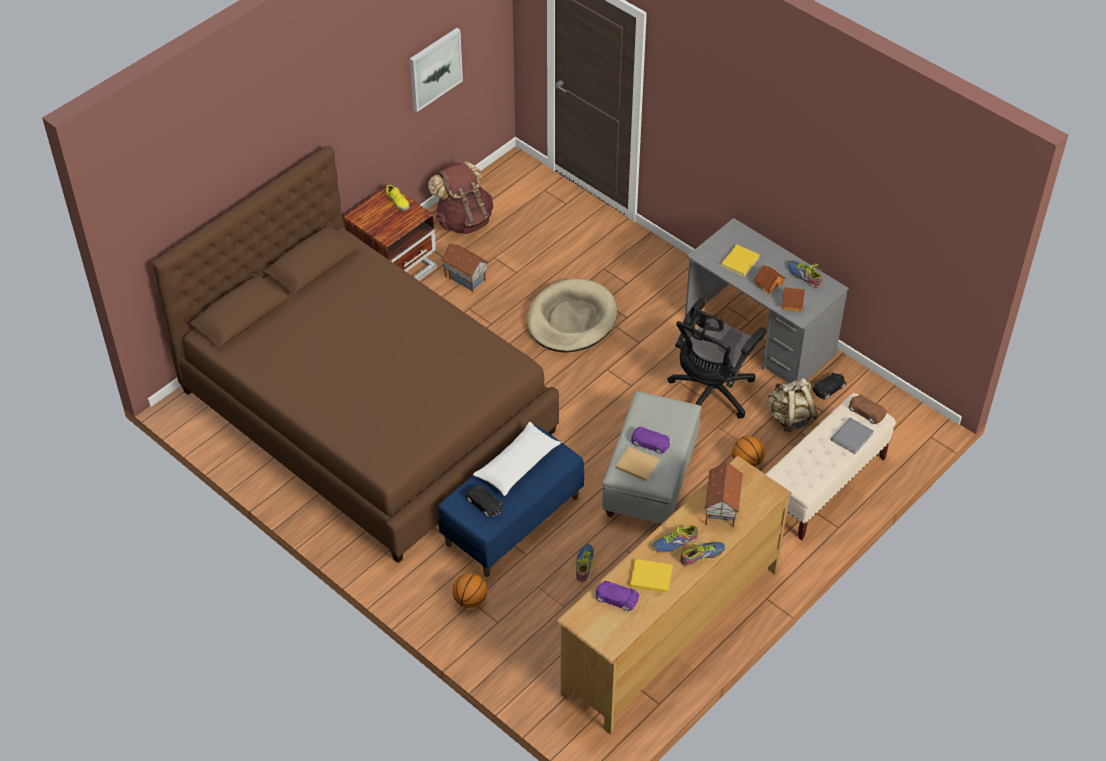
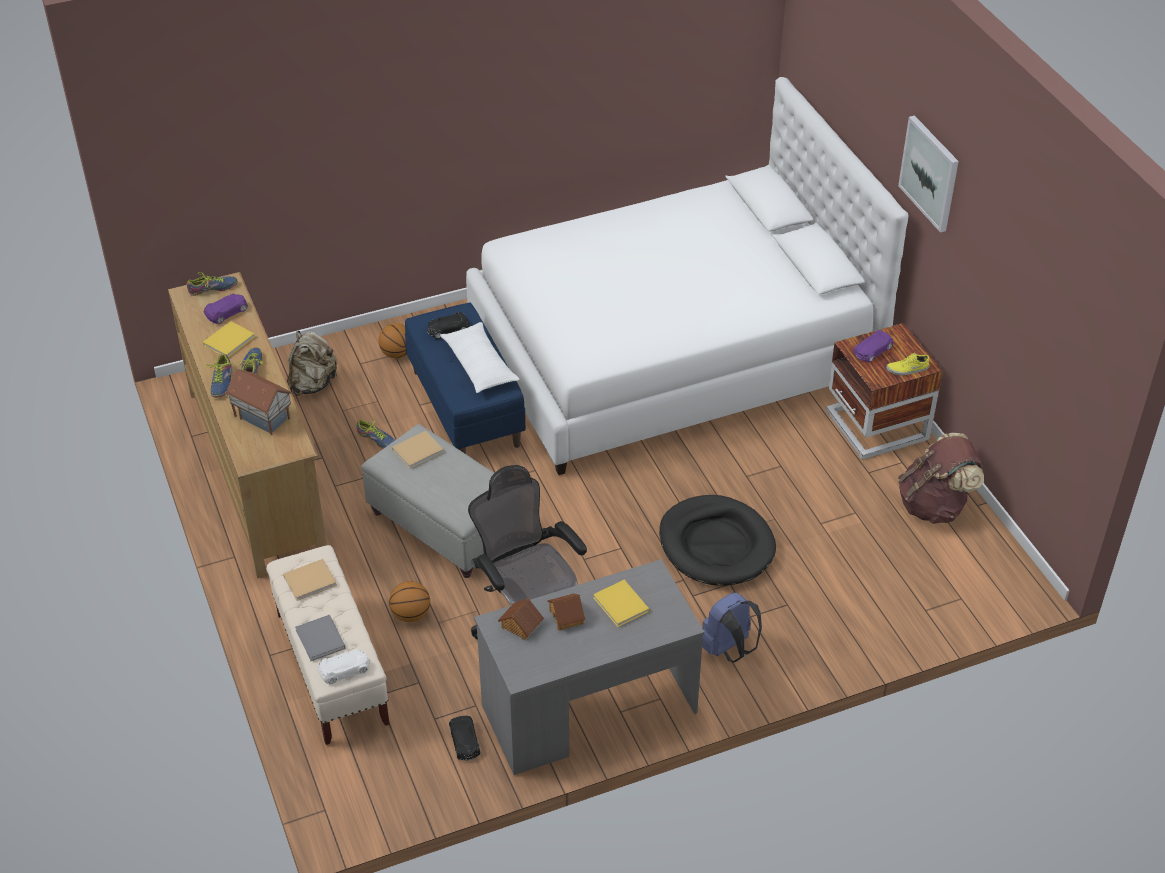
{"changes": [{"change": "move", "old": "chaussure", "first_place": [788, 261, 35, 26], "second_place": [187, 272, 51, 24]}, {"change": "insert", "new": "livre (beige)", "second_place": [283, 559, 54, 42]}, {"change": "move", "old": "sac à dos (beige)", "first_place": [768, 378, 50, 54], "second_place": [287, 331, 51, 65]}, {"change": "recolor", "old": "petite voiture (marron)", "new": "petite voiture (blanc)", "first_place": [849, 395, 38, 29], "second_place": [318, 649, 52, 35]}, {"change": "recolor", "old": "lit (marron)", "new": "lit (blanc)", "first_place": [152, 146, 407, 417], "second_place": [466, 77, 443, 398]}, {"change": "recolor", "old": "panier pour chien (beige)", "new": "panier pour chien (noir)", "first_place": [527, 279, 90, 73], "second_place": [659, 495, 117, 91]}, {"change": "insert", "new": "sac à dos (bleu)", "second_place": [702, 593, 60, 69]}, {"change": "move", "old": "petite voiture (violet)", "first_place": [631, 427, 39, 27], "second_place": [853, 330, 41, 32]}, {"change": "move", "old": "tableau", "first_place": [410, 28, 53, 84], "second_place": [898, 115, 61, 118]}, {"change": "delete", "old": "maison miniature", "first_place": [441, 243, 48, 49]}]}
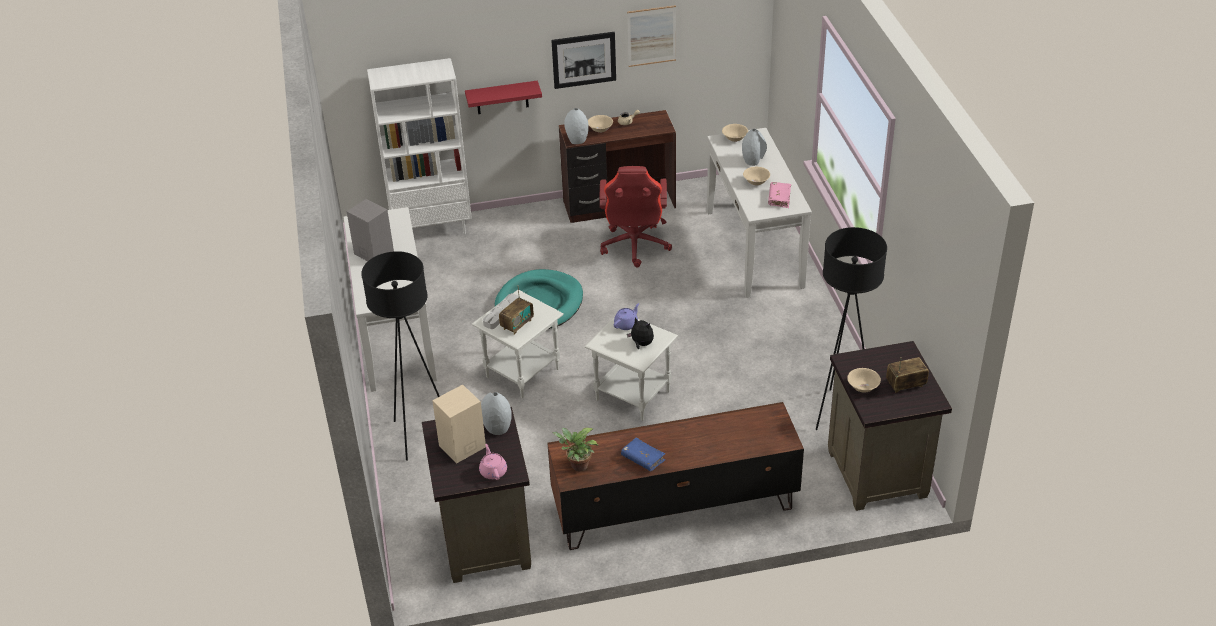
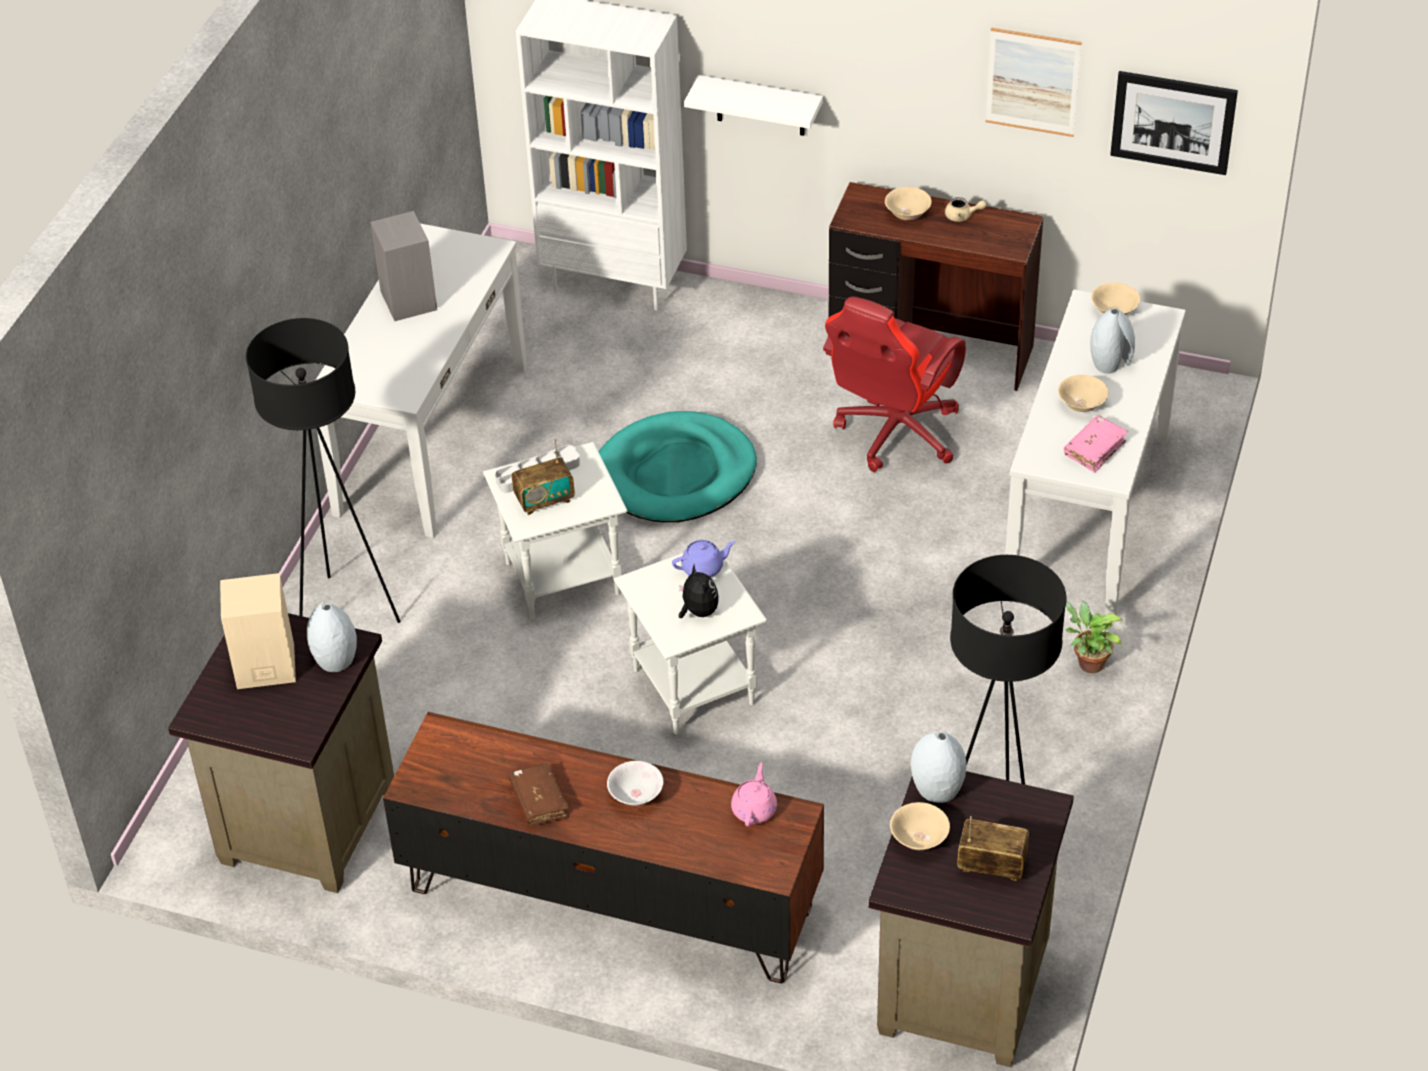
{"changes": [{"change": "recolor", "old": "livre (bleu)", "new": "livre (marron)", "first_place": [621, 438, 44, 33], "second_place": [509, 762, 60, 64]}, {"change": "insert", "new": "bol (blanc)", "second_place": [607, 761, 56, 45]}, {"change": "recolor", "old": "étagère (rouge)", "new": "étagère (blanc)", "first_place": [465, 81, 77, 33], "second_place": [684, 75, 139, 61]}, {"change": "move", "old": "théière (rose)", "first_place": [479, 444, 28, 36], "second_place": [731, 763, 46, 64]}, {"change": "move", "old": "vase (gris)", "first_place": [564, 108, 25, 36], "second_place": [911, 732, 56, 71]}, {"change": "move", "old": "plante en pot", "first_place": [552, 428, 46, 43], "second_place": [1065, 601, 58, 72]}, {"change": "move", "old": "tableau", "first_place": [551, 32, 65, 57], "second_place": [1110, 71, 128, 104]}]}
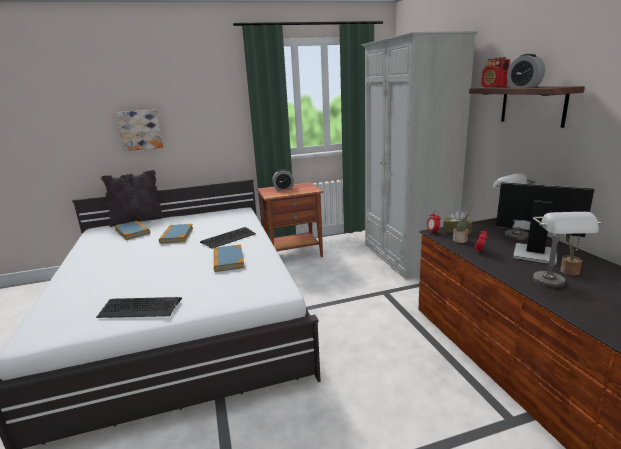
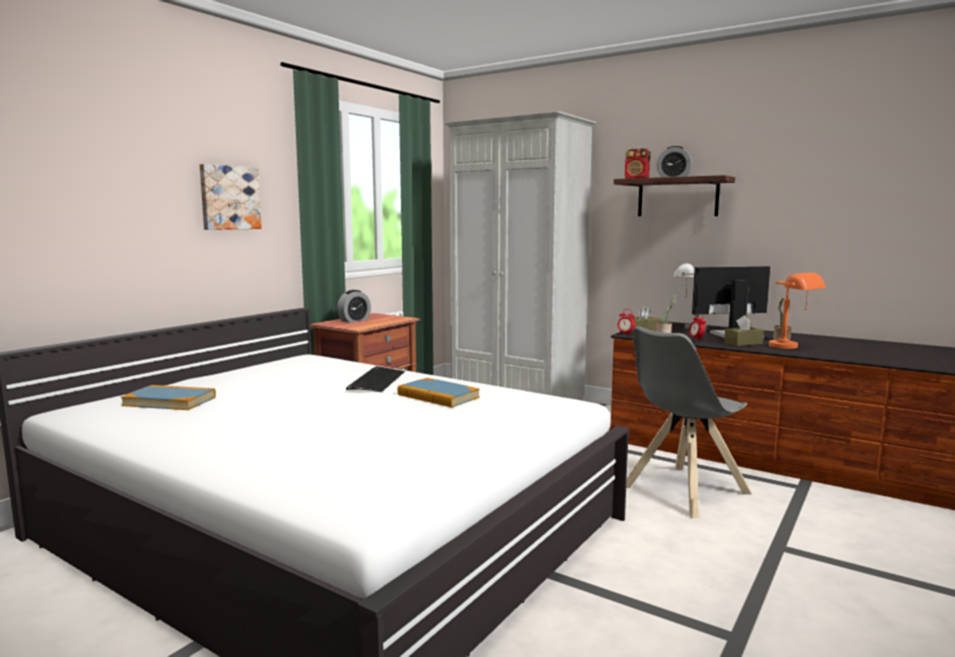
{"changes": [{"change": "move", "old": "tableau", "first_place": [116, 110, 47, 41], "second_place": [200, 164, 62, 66]}, {"change": "insert", "new": "chaise (gris)", "second_place": [626, 326, 126, 192]}, {"change": "insert", "new": "boîte à mouchoirs (marron)", "second_place": [724, 315, 40, 31]}, {"change": "recolor", "old": "lampe de table (gris)", "new": "lampe de table (orange)", "first_place": [533, 212, 68, 76], "second_place": [769, 272, 56, 77]}, {"change": "delete", "old": "clavier", "first_place": [96, 297, 86, 21]}, {"change": "delete", "old": "coussin (noir)", "first_place": [101, 170, 63, 57]}, {"change": "delete", "old": "livre", "first_place": [159, 224, 34, 20]}]}
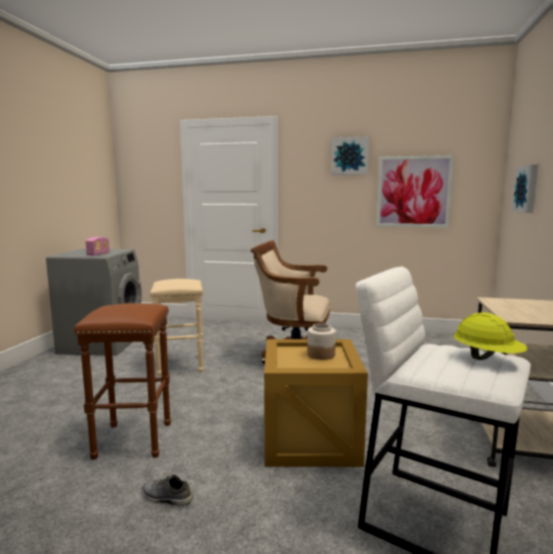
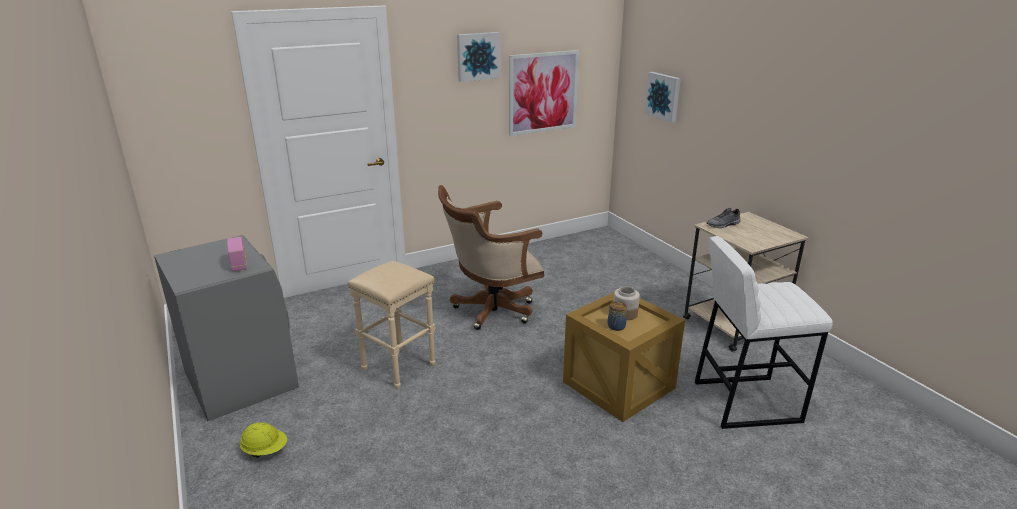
{"changes": [{"change": "move", "old": "casque de chantier (jaune)", "first_place": [454, 312, 74, 48], "second_place": [240, 422, 47, 36]}, {"change": "insert", "new": "bocal", "second_place": [608, 301, 19, 30]}, {"change": "move", "old": "chaussure (gris)", "first_place": [142, 474, 51, 32], "second_place": [707, 208, 34, 20]}, {"change": "delete", "old": "tabouret (marron)", "first_place": [74, 303, 97, 157]}]}
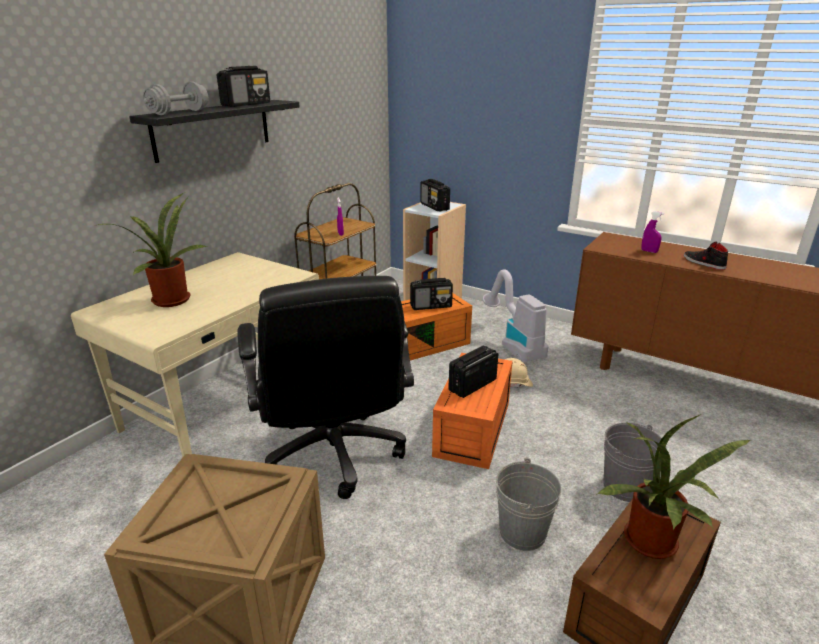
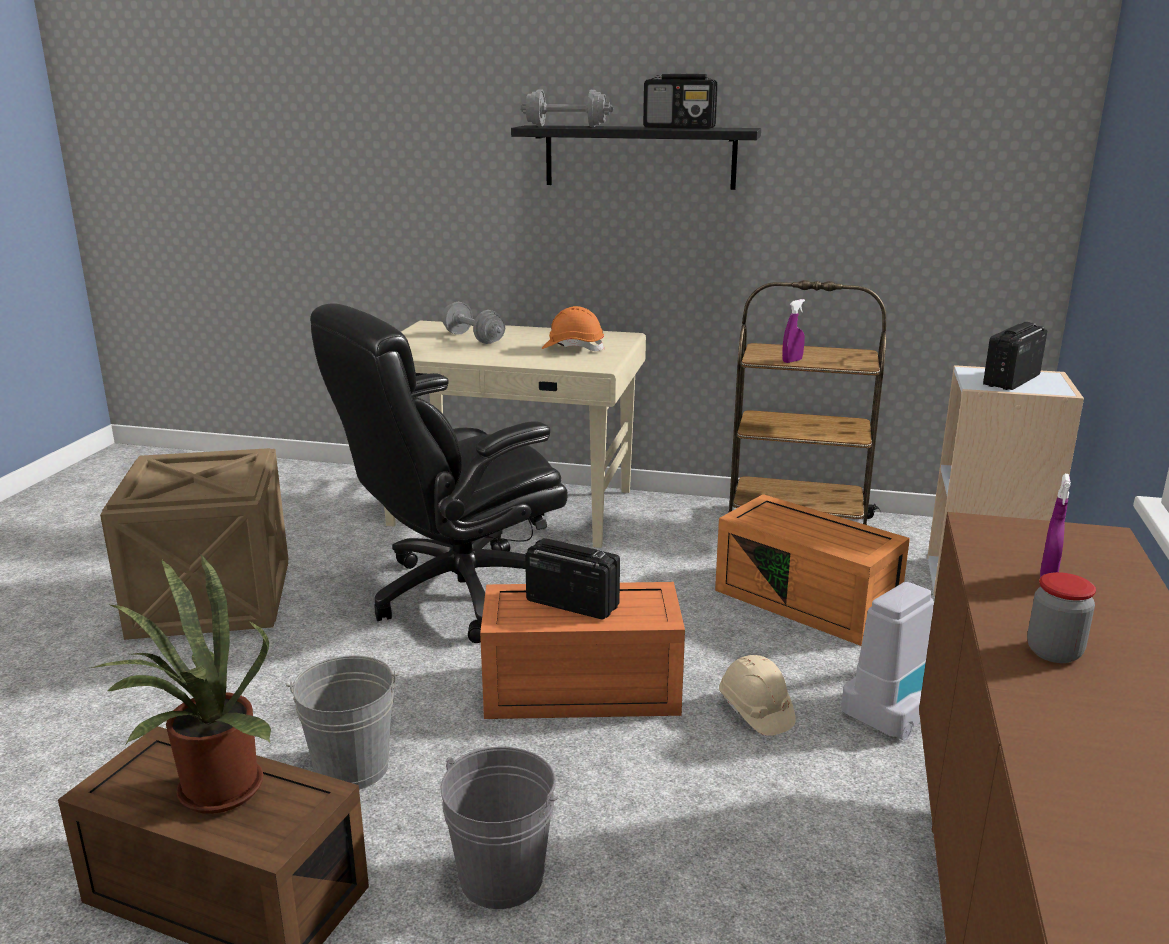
{"changes": [{"change": "replace", "old": "plante en pot", "new": "haltère (gris)", "first_place": [98, 192, 109, 115], "second_place": [442, 302, 63, 42]}, {"change": "insert", "new": "casque de chantier (orange)", "second_place": [542, 306, 63, 45]}, {"change": "replace", "old": "chaussure (noir)", "new": "bocal", "first_place": [684, 241, 44, 29], "second_place": [1027, 572, 69, 91]}, {"change": "delete", "old": "radio", "first_place": [410, 278, 43, 32]}]}
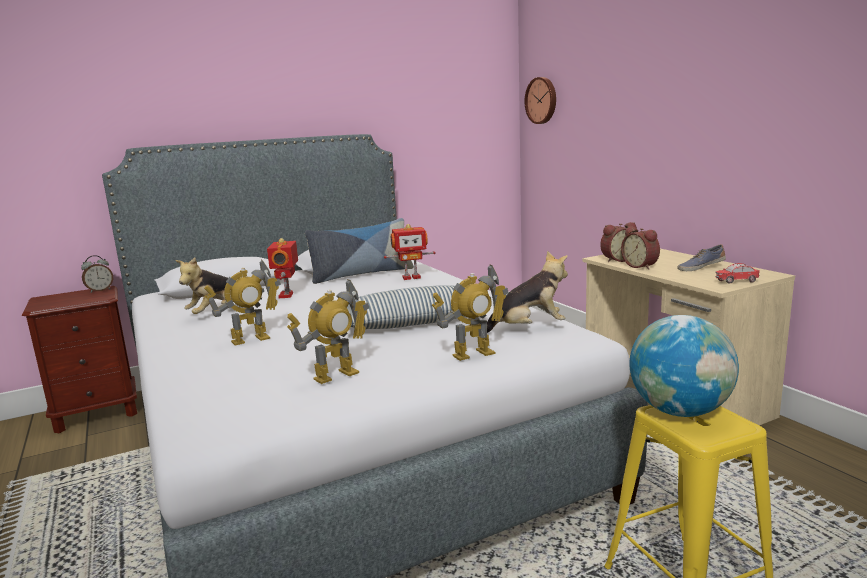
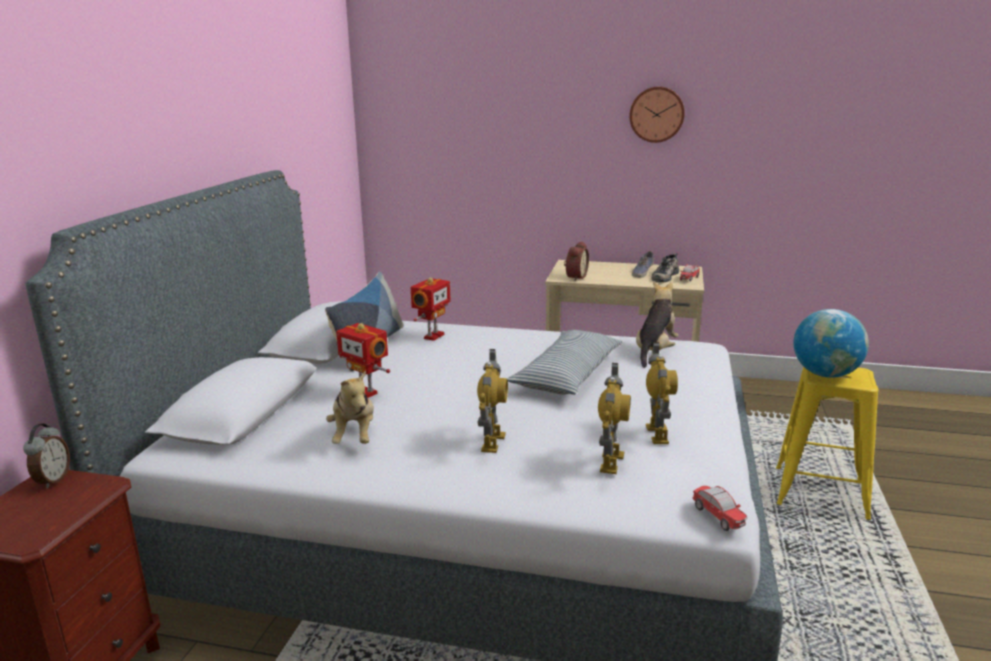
{"changes": [{"change": "move", "old": "robot jouet", "first_place": [432, 264, 77, 97], "second_place": [598, 363, 33, 111]}, {"change": "move", "old": "horloge murale", "first_place": [524, 77, 32, 47], "second_place": [629, 86, 56, 57]}, {"change": "insert", "new": "chaussure", "second_place": [652, 253, 27, 29]}, {"change": "insert", "new": "petite voiture", "second_place": [692, 486, 56, 45]}, {"change": "delete", "old": "réveil", "first_place": [621, 226, 39, 44]}]}
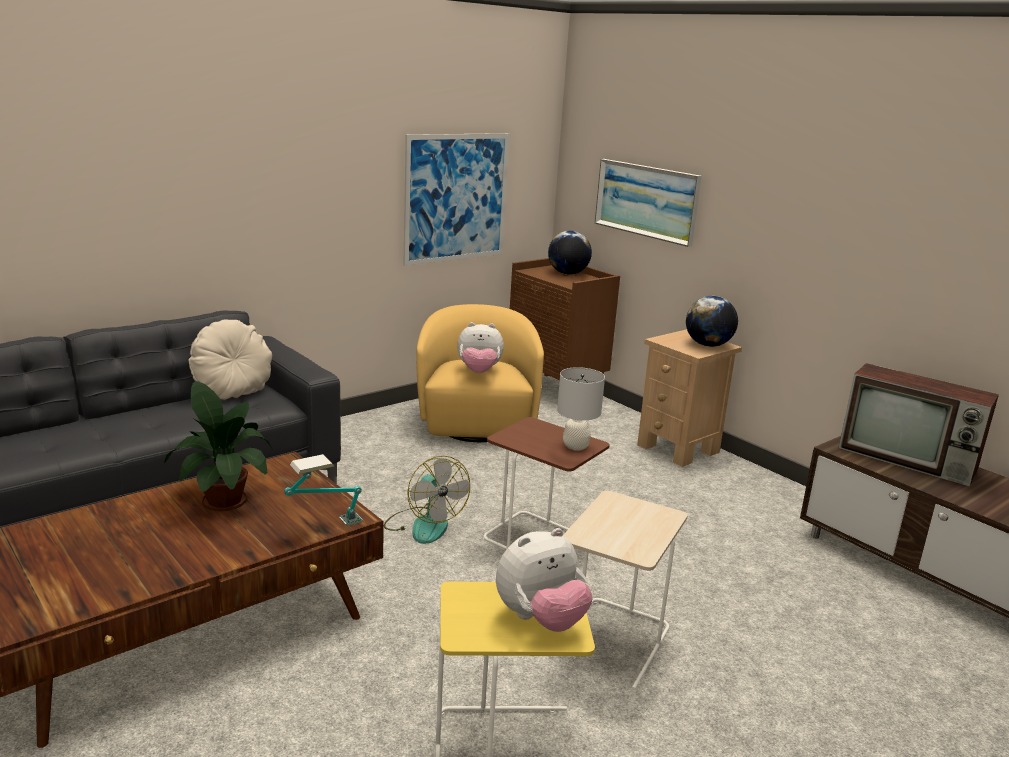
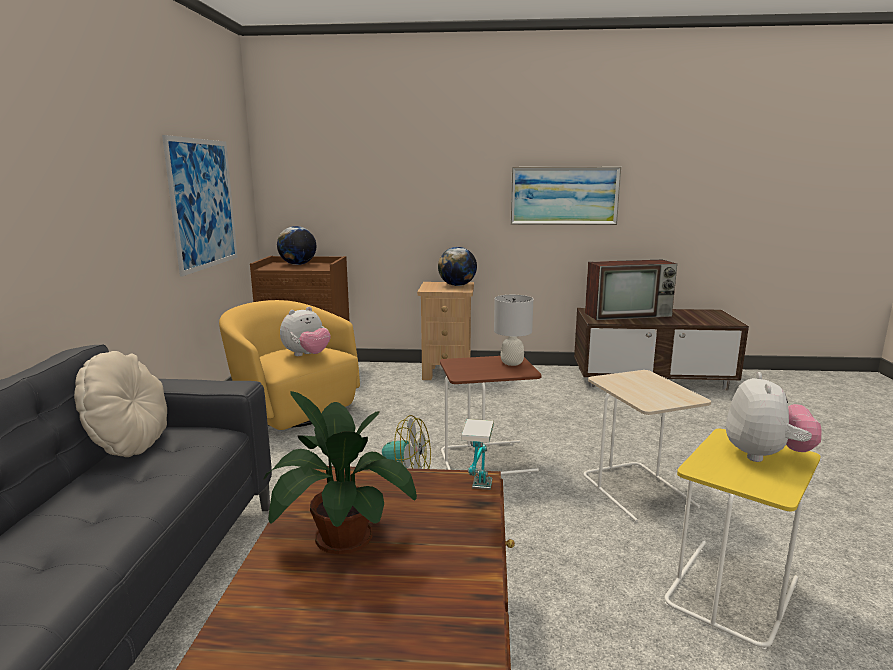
{"changes": [{"change": "move", "old": "tableau", "first_place": [595, 159, 107, 88], "second_place": [511, 167, 110, 58]}]}
